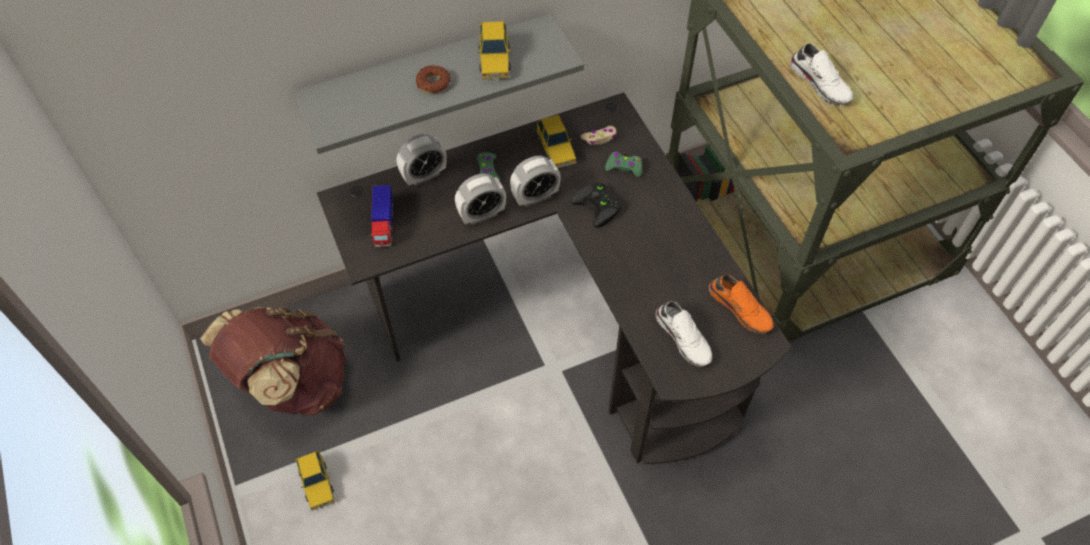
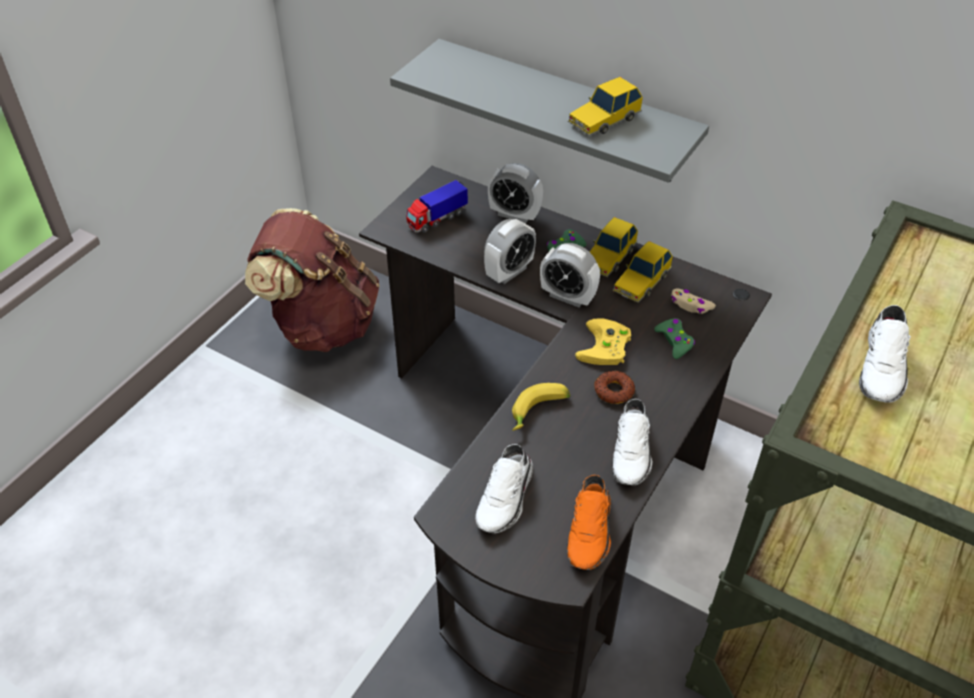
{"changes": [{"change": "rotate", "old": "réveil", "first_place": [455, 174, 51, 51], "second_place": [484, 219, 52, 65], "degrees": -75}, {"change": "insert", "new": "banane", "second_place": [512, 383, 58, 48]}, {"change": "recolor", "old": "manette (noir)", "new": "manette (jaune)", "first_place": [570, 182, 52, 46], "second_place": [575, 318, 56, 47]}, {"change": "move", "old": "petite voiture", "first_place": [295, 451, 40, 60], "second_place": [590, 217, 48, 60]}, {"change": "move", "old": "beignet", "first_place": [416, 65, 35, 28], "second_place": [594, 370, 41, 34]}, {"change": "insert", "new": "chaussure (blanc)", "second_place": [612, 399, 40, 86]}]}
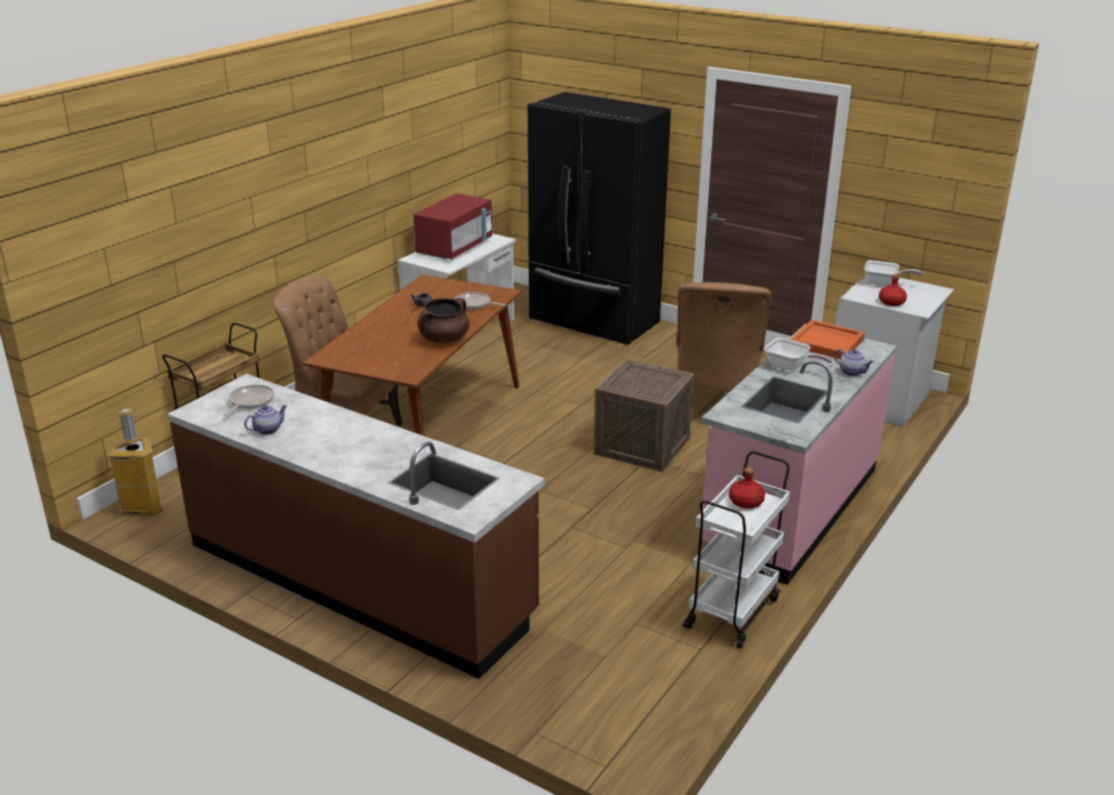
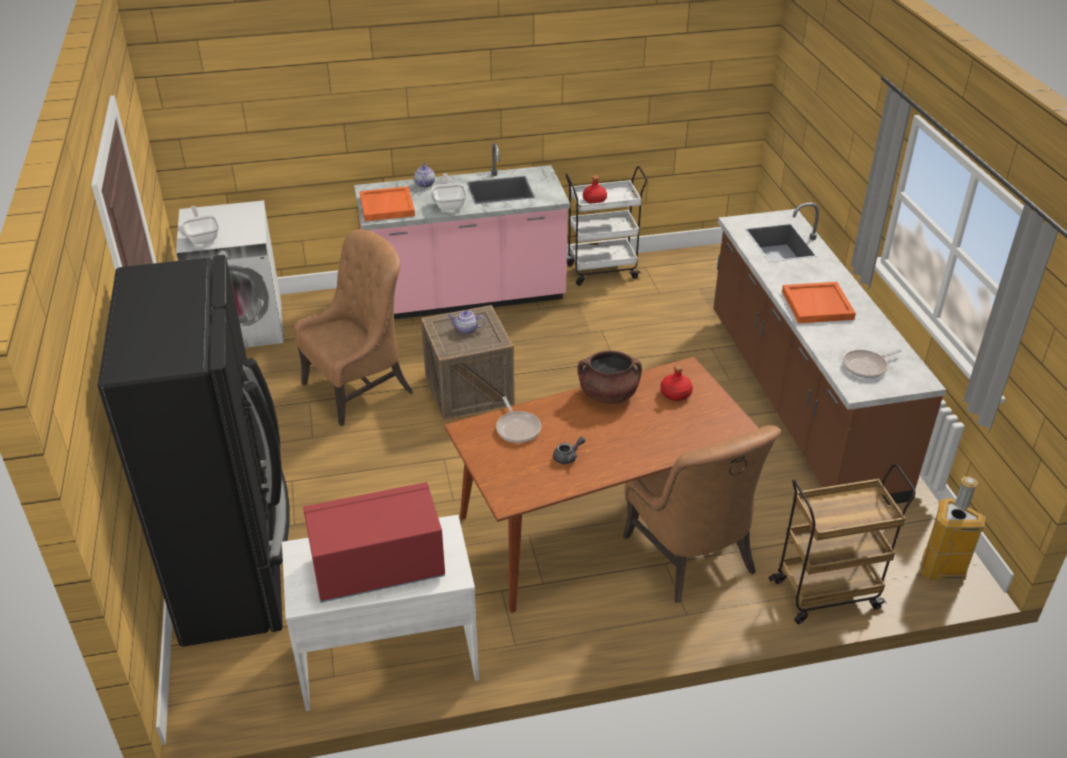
{"changes": [{"change": "move", "old": "théière", "first_place": [244, 405, 43, 30], "second_place": [447, 310, 38, 24]}, {"change": "move", "old": "bouteille (rouge)", "first_place": [879, 274, 28, 32], "second_place": [660, 364, 33, 37]}, {"change": "insert", "new": "plateau (orange)", "second_place": [782, 282, 74, 41]}]}
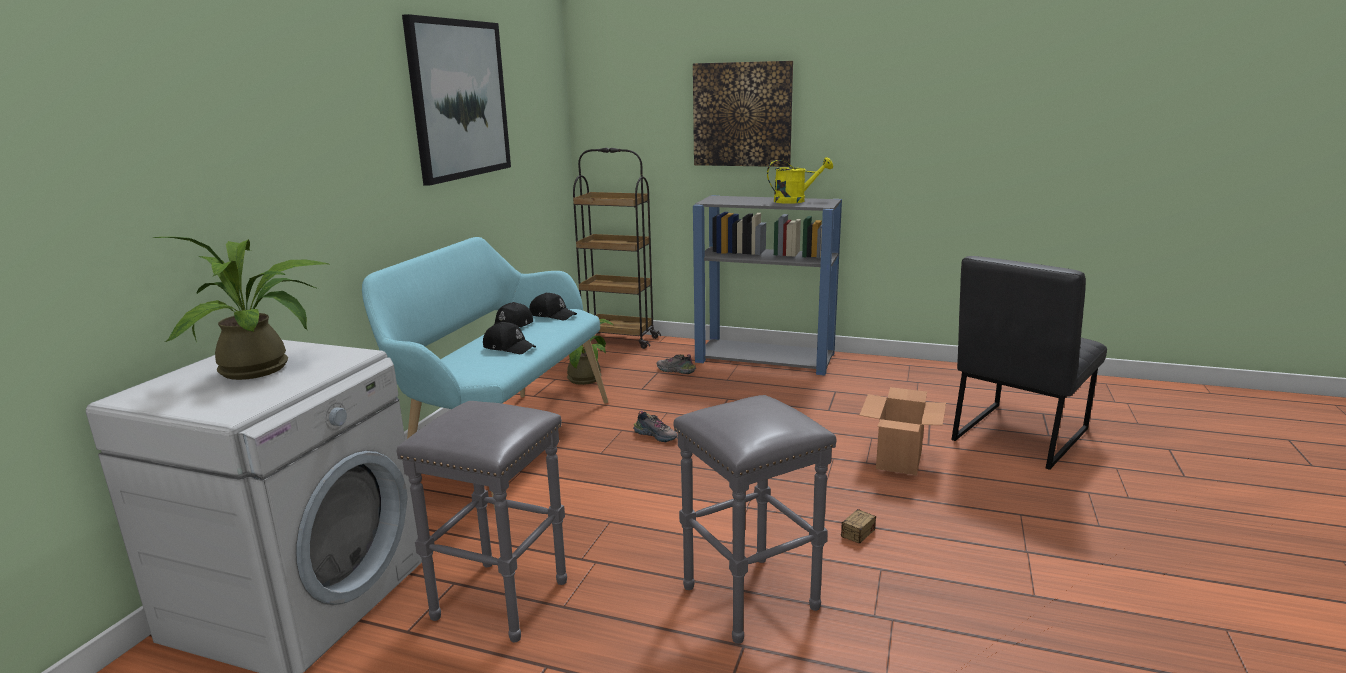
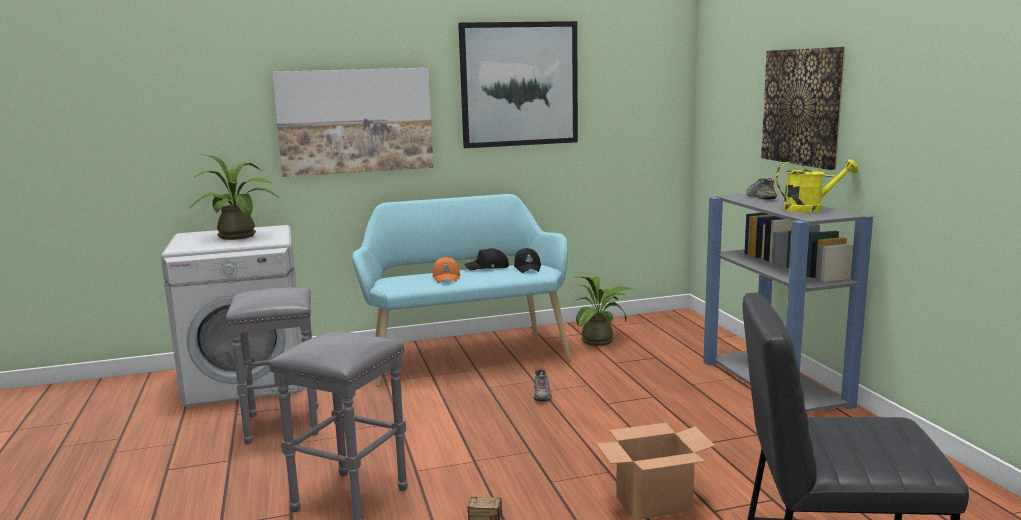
{"changes": [{"change": "insert", "new": "tableau", "second_place": [272, 68, 162, 109]}, {"change": "recolor", "old": "casquette (noir)", "new": "casquette (orange)", "first_place": [483, 322, 53, 32], "second_place": [432, 257, 28, 26]}, {"change": "move", "old": "chaussure", "first_place": [657, 354, 39, 20], "second_place": [746, 178, 31, 22]}, {"change": "rotate", "old": "arrosoir (jaune)", "first_place": [767, 157, 66, 47], "second_place": [776, 159, 82, 54], "degrees": -45}, {"change": "delete", "old": "chariot (marron)", "first_place": [573, 148, 88, 201]}]}
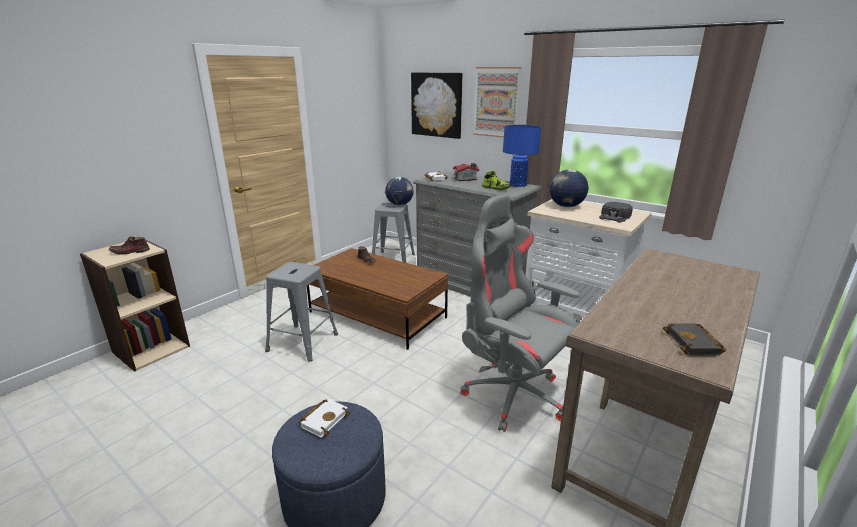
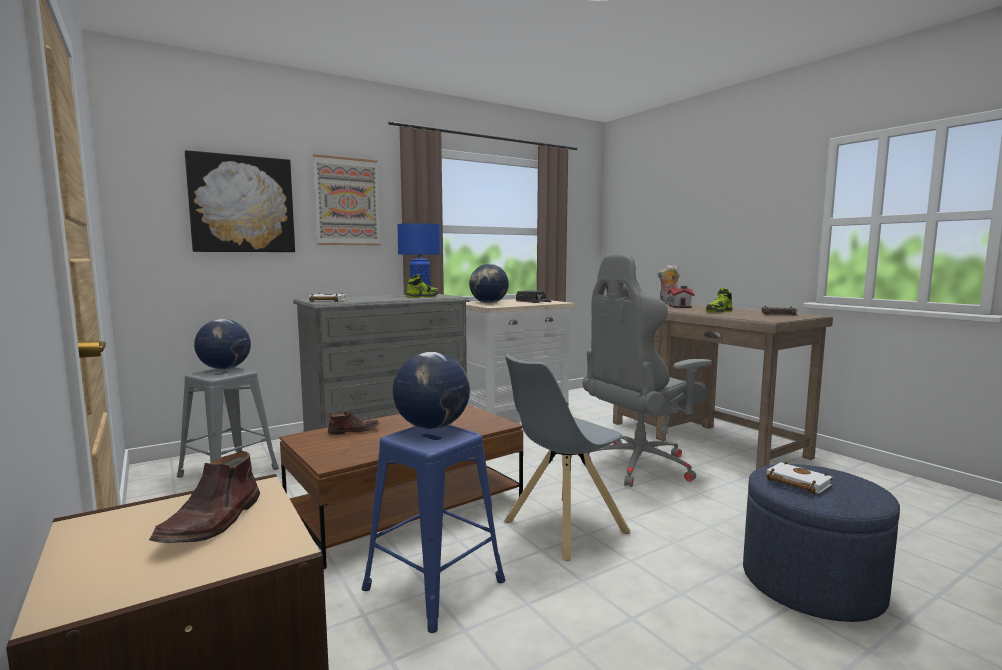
{"changes": [{"change": "recolor", "old": "tabouret (gris)", "new": "tabouret (bleu)", "first_place": [265, 262, 73, 100], "second_place": [362, 425, 143, 208]}, {"change": "insert", "new": "globe", "second_place": [393, 352, 77, 77]}, {"change": "insert", "new": "chaise (gris)", "second_place": [504, 355, 126, 206]}, {"change": "insert", "new": "peluche", "second_place": [658, 265, 22, 39]}, {"change": "move", "old": "maison miniature", "first_place": [453, 163, 26, 18], "second_place": [667, 286, 28, 22]}, {"change": "insert", "new": "chaussure", "second_place": [706, 288, 26, 25]}]}
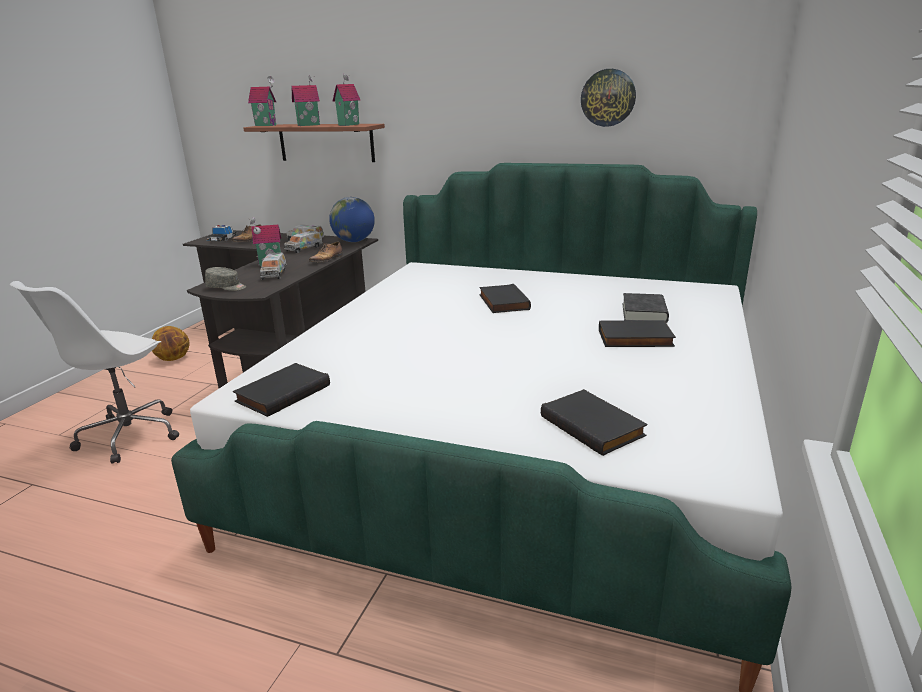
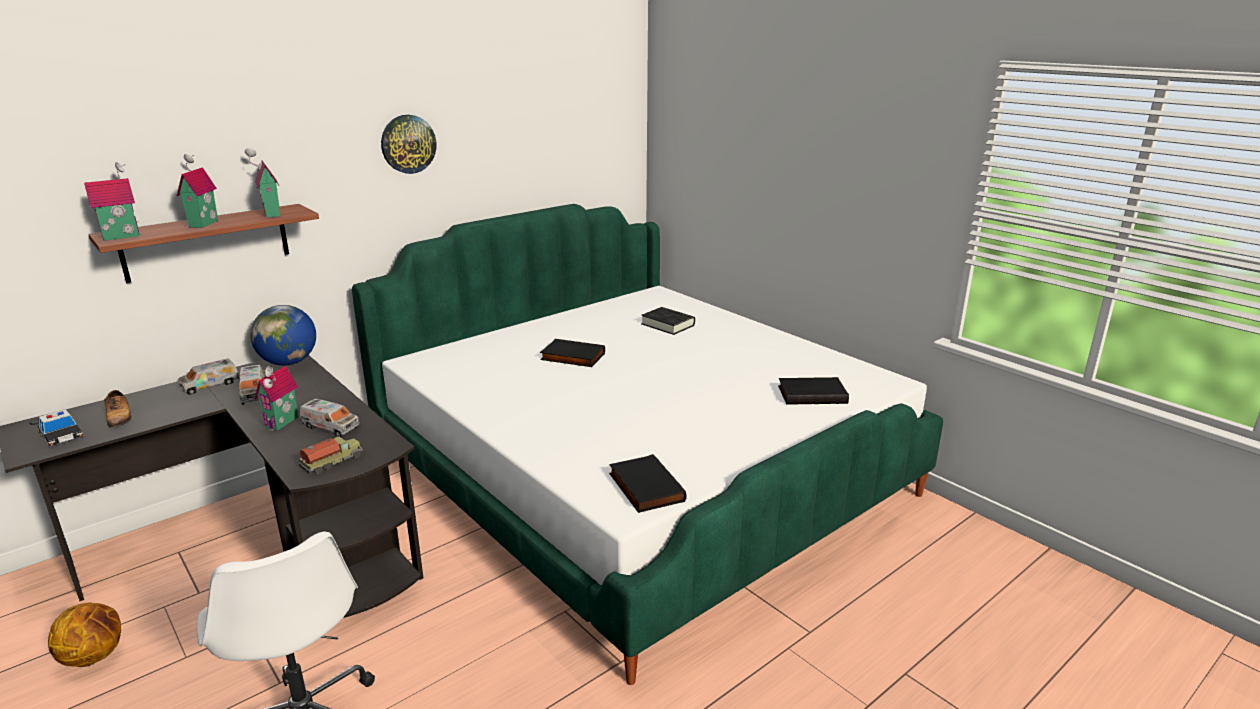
{"changes": [{"change": "replace", "old": "casquette (gris)", "new": "camion jouet", "first_place": [205, 267, 41, 24], "second_place": [299, 437, 63, 37]}, {"change": "move", "old": "horloge murale", "first_place": [581, 69, 55, 58], "second_place": [381, 115, 55, 59]}, {"change": "delete", "old": "chaussure", "first_place": [309, 241, 34, 21]}, {"change": "delete", "old": "livre (noir)", "first_place": [599, 320, 77, 27]}]}
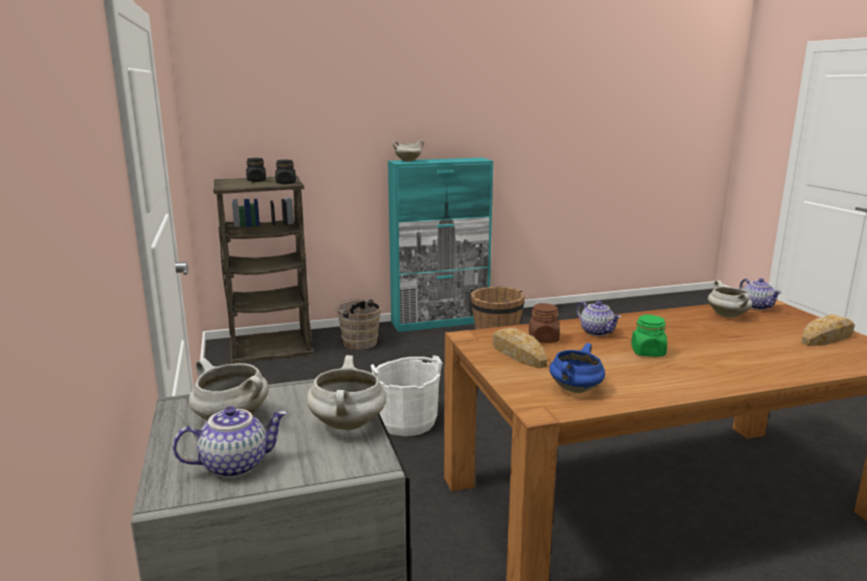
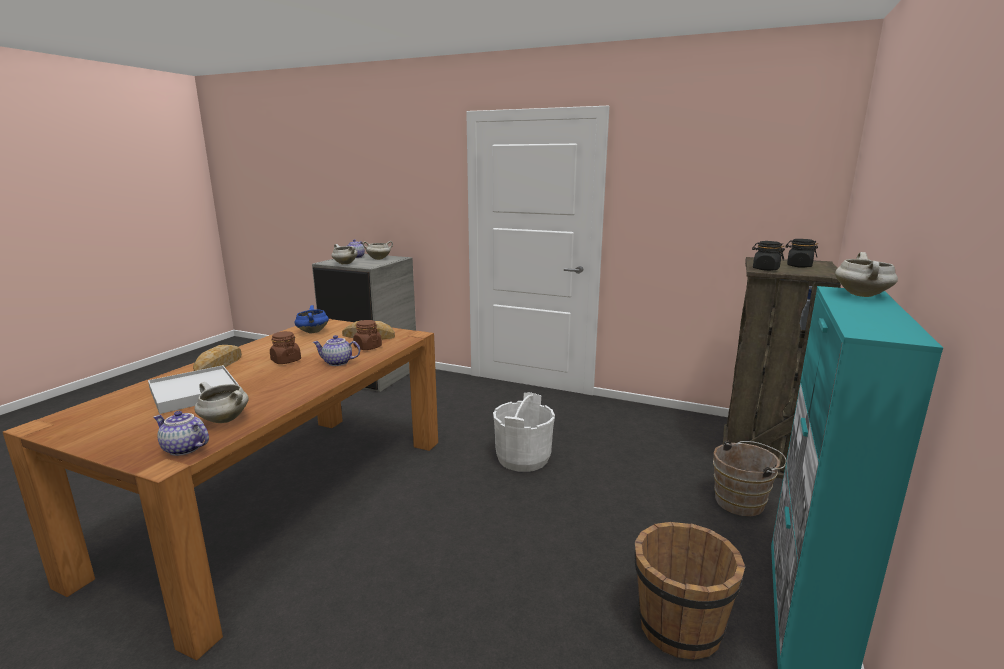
{"changes": [{"change": "insert", "new": "plateau (blanc)", "second_place": [148, 365, 91, 49]}, {"change": "move", "old": "pain", "first_place": [801, 314, 54, 32], "second_place": [193, 345, 49, 26]}, {"change": "recolor", "old": "bocal (vert)", "new": "bocal (marron)", "first_place": [631, 315, 36, 42], "second_place": [270, 331, 31, 33]}]}
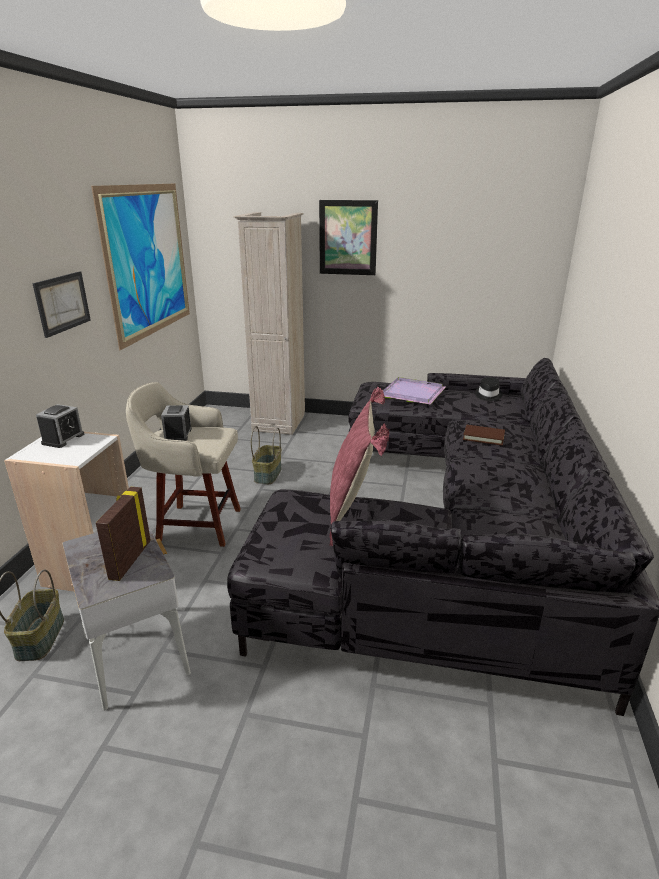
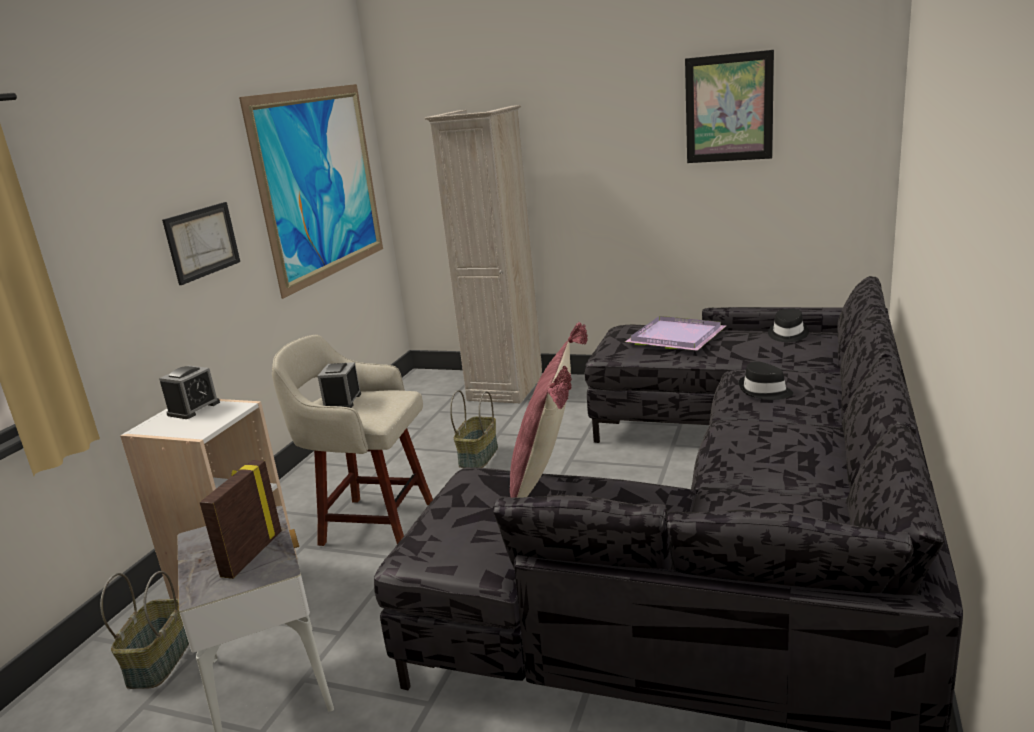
{"changes": [{"change": "move", "old": "tableau", "first_place": [319, 200, 59, 75], "second_place": [685, 50, 89, 113]}, {"change": "replace", "old": "livre (marron)", "new": "chapeau (noir)", "first_place": [463, 425, 42, 21], "second_place": [739, 361, 54, 39]}]}
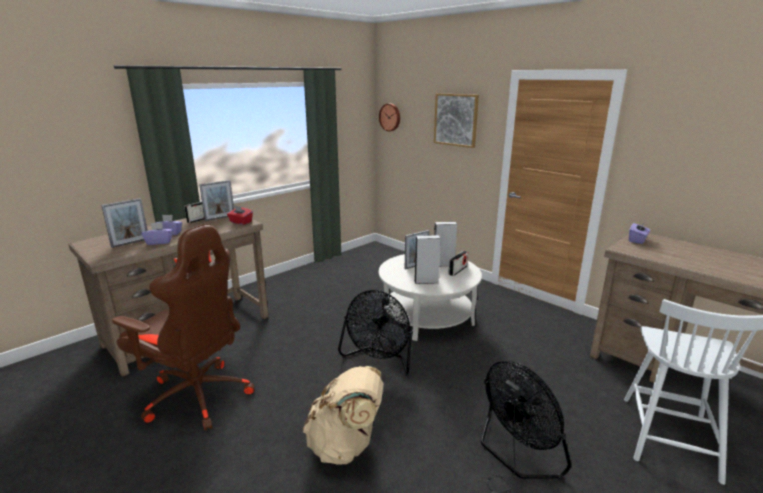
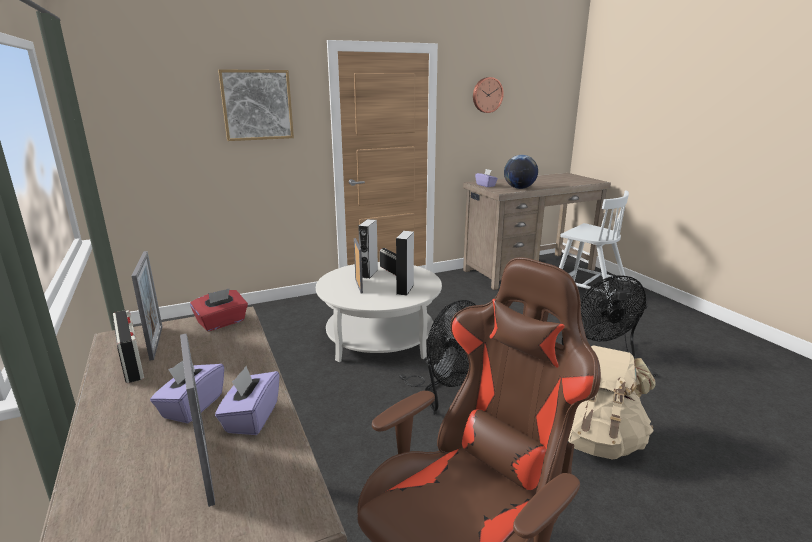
{"changes": [{"change": "move", "old": "horloge murale", "first_place": [379, 103, 21, 28], "second_place": [473, 77, 31, 36]}, {"change": "insert", "new": "globe", "second_place": [504, 155, 34, 34]}]}
